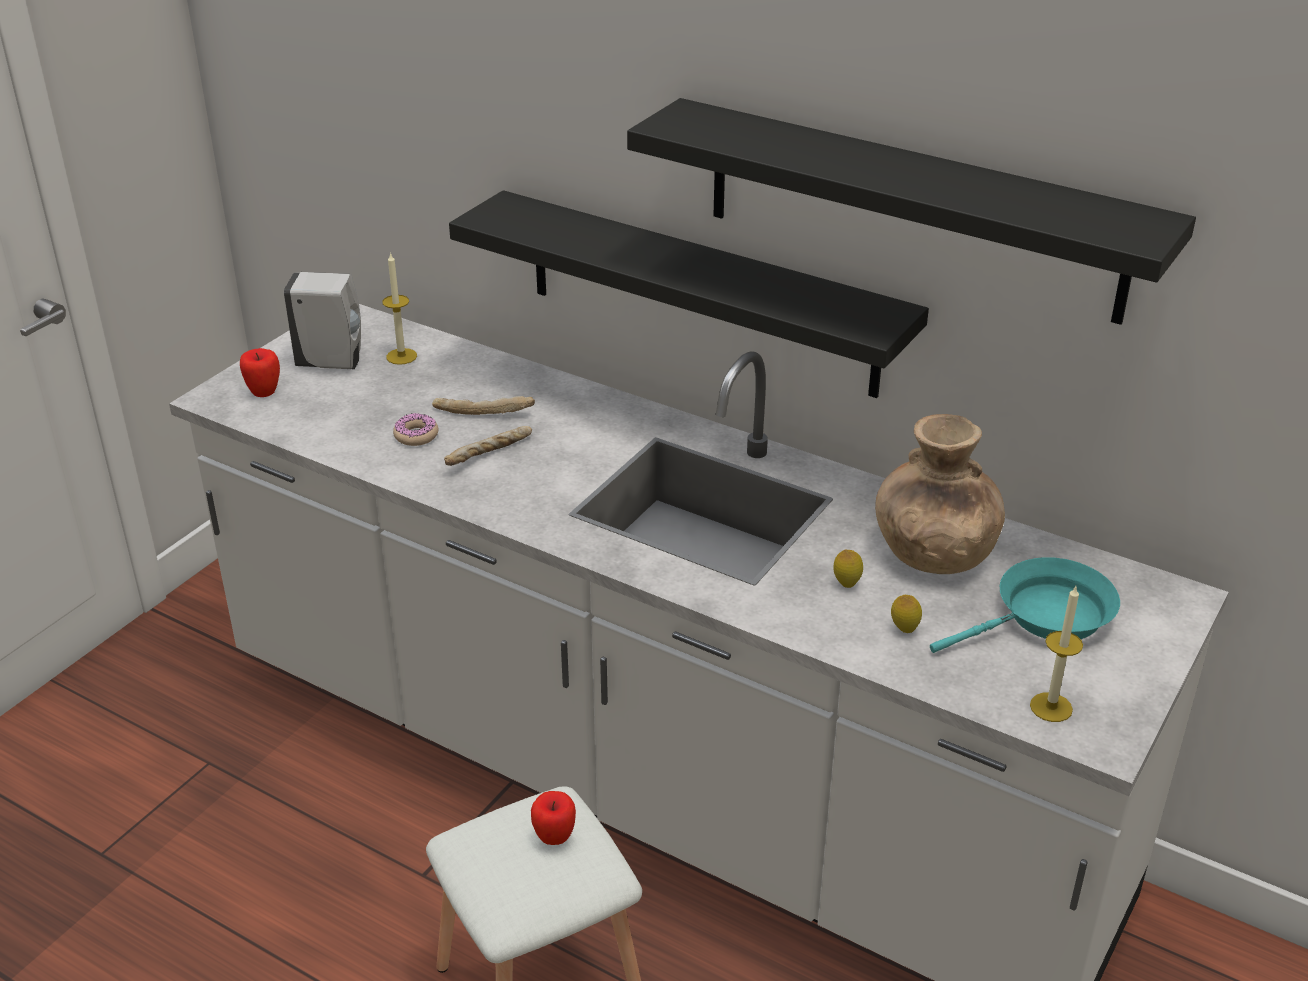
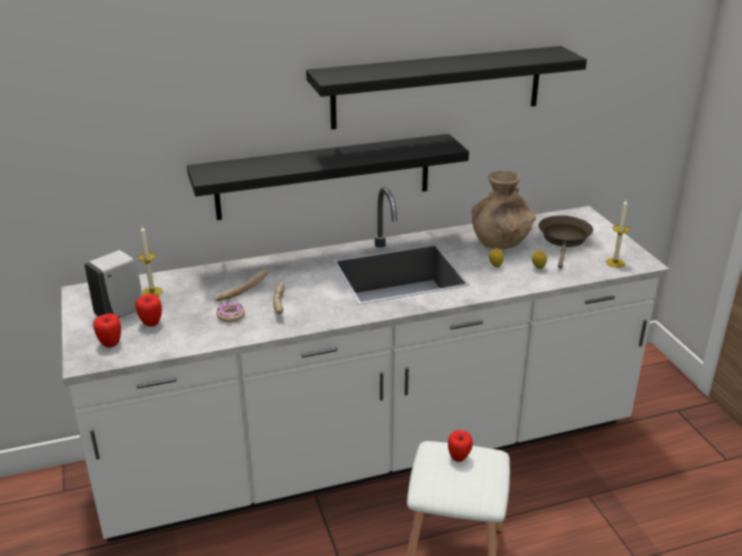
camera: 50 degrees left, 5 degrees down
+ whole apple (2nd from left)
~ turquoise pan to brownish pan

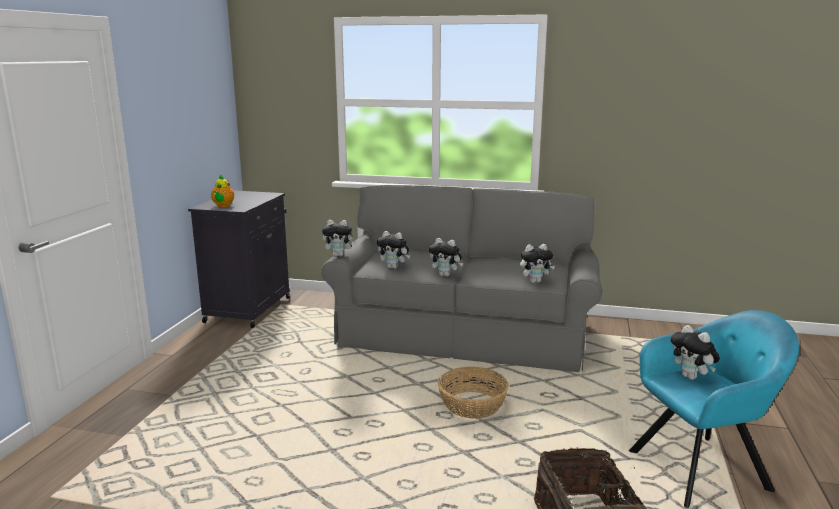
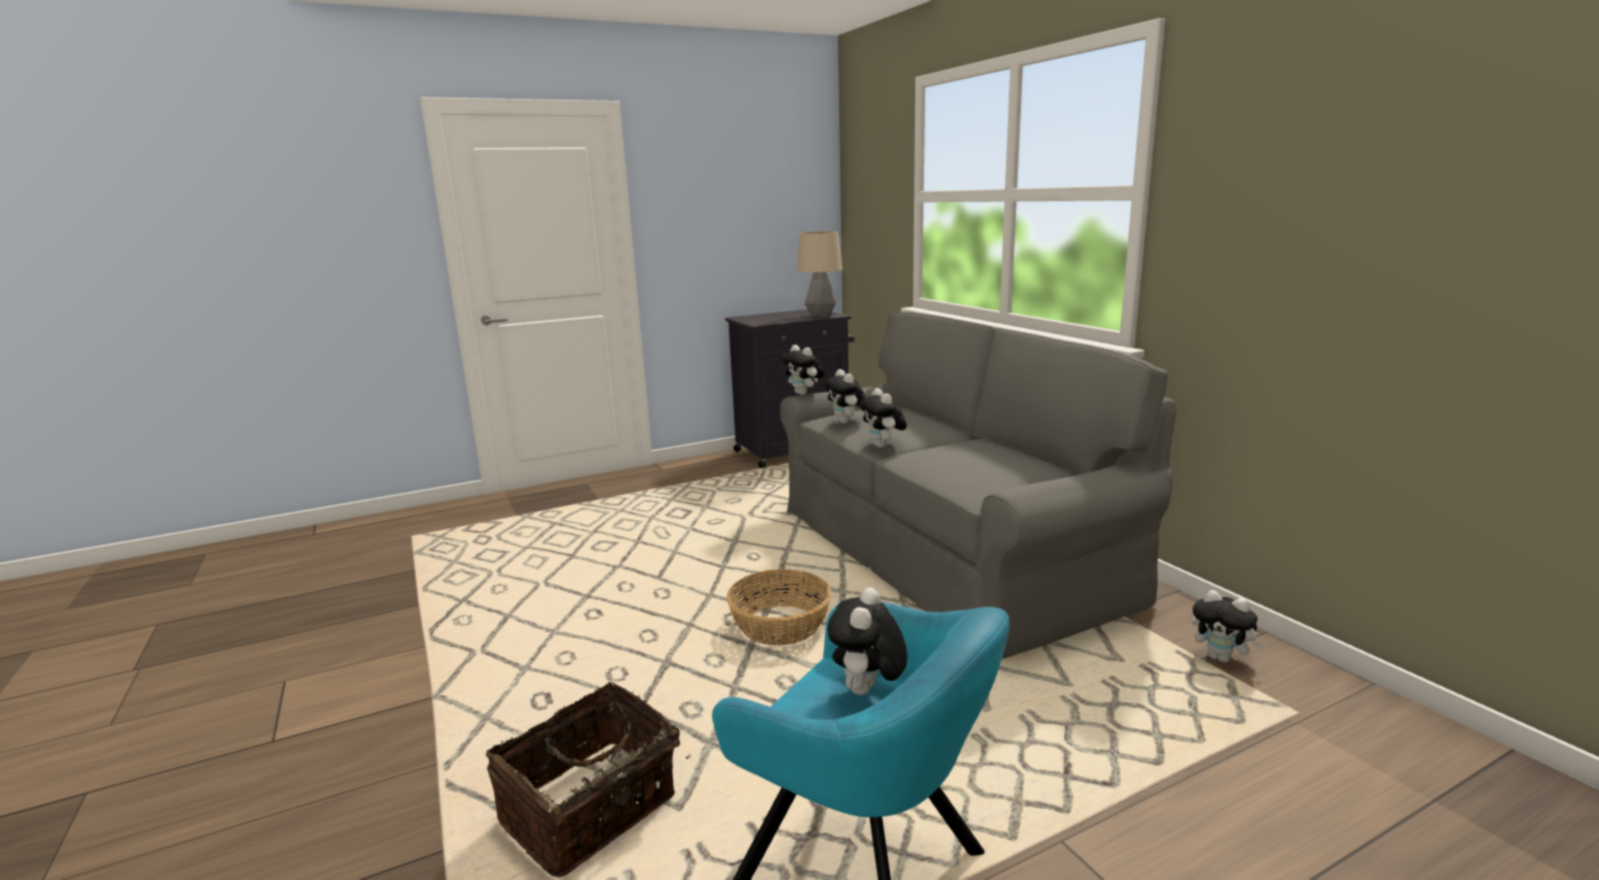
camera: 50 degrees right, 0 degrees up
+ lamp for a table
~ cuddly toy (4th from left in the first image) to cuddly toy (5th from left)
- teapot

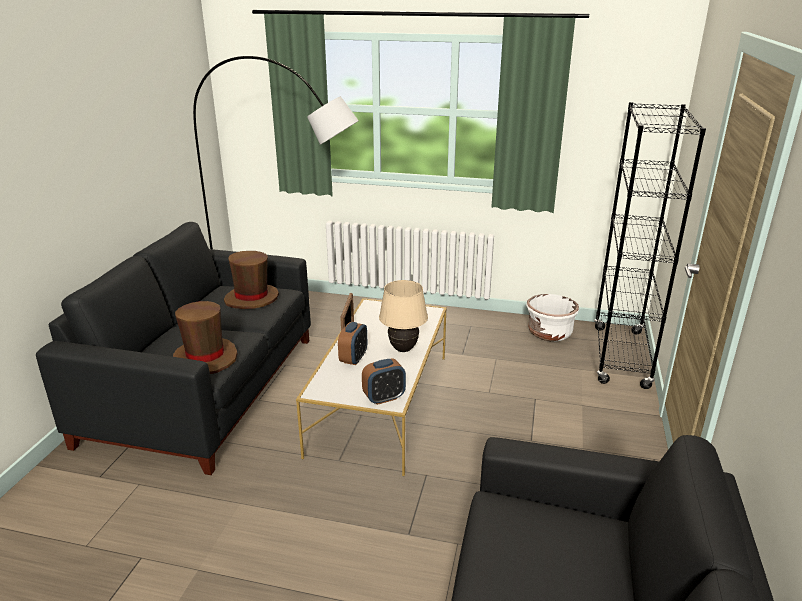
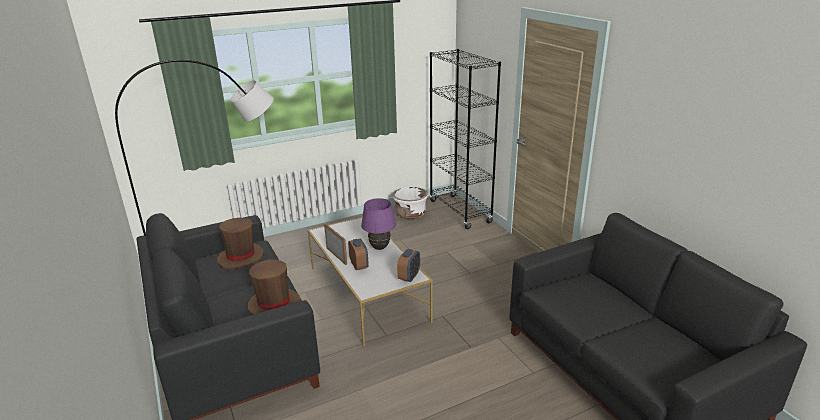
camera: 40 degrees left, 0 degrees up
~ beige-coloured lamp for a table to purple-coloured lamp for a table

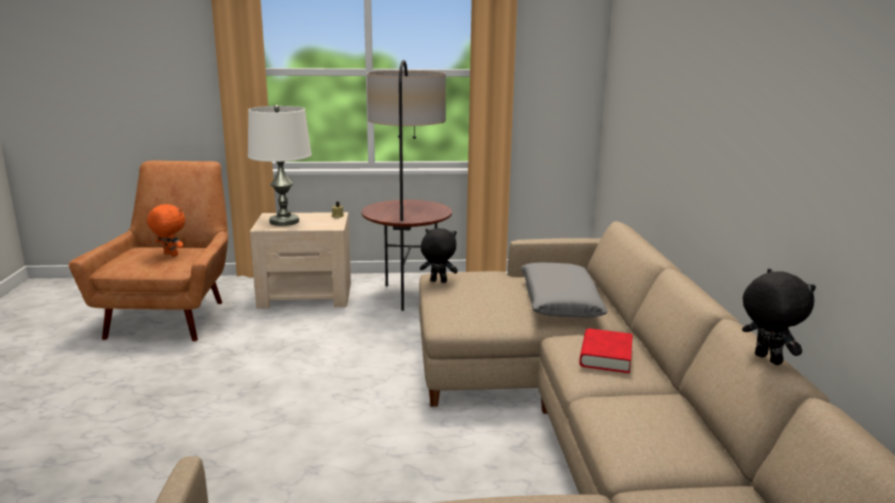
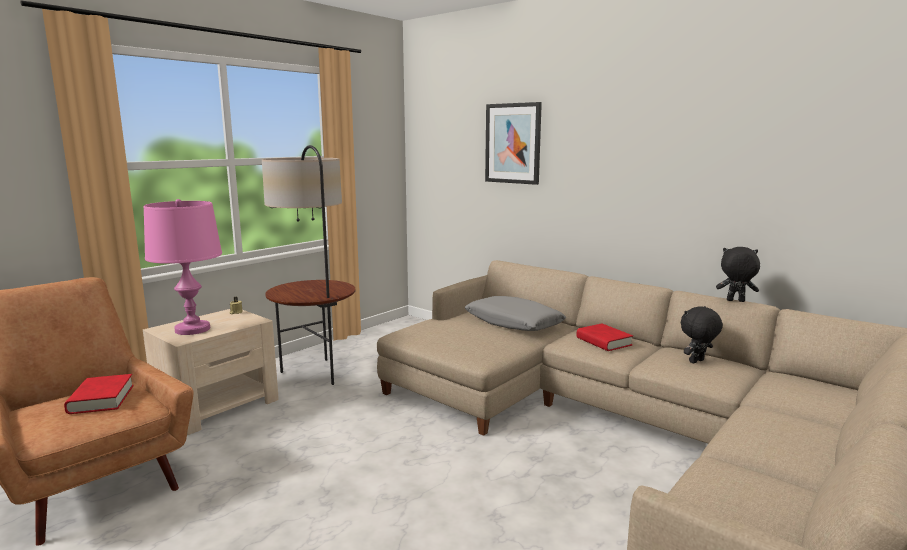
camera: 45 degrees left, 5 degrees down
~ orangey cuddly toy to red book (1st from left)
~ whitish lamp for a table to pink lamp for a table
+ wall picture
~ blackish cuddly toy (1st from left)

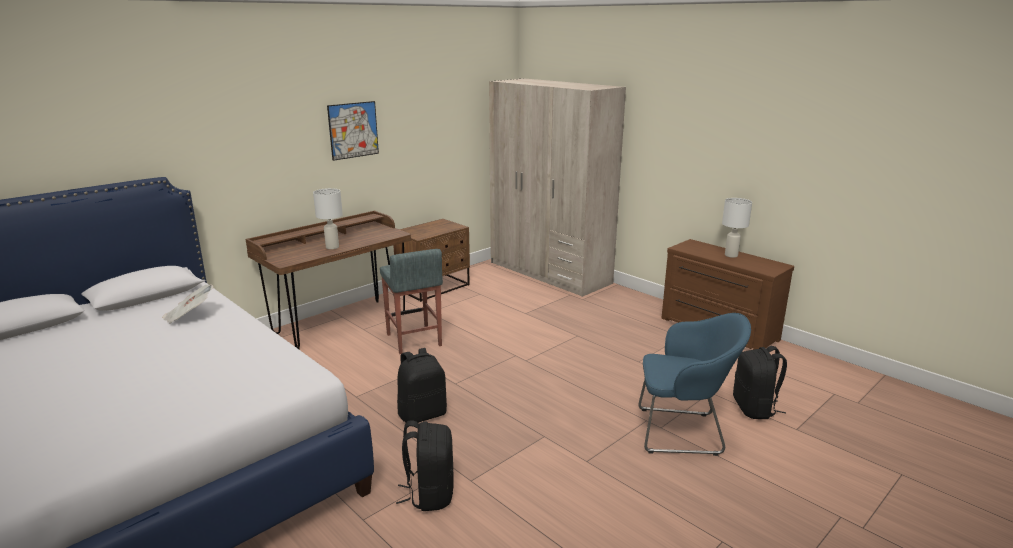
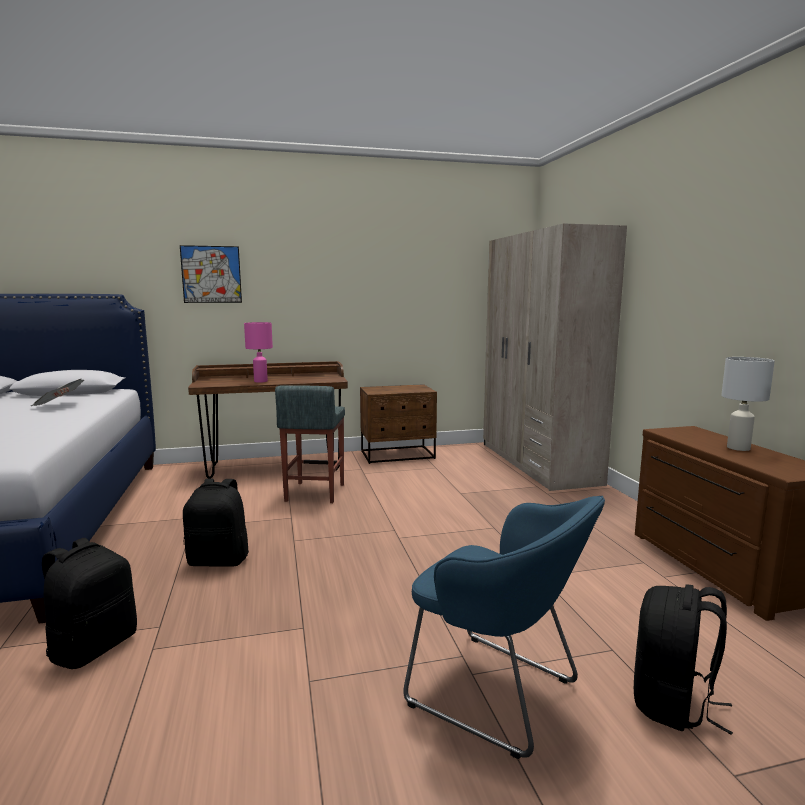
camera: 30 degrees right, 10 degrees down
~ wall picture
~ whitish lamp for a table (1st from left) to pink lamp for a table

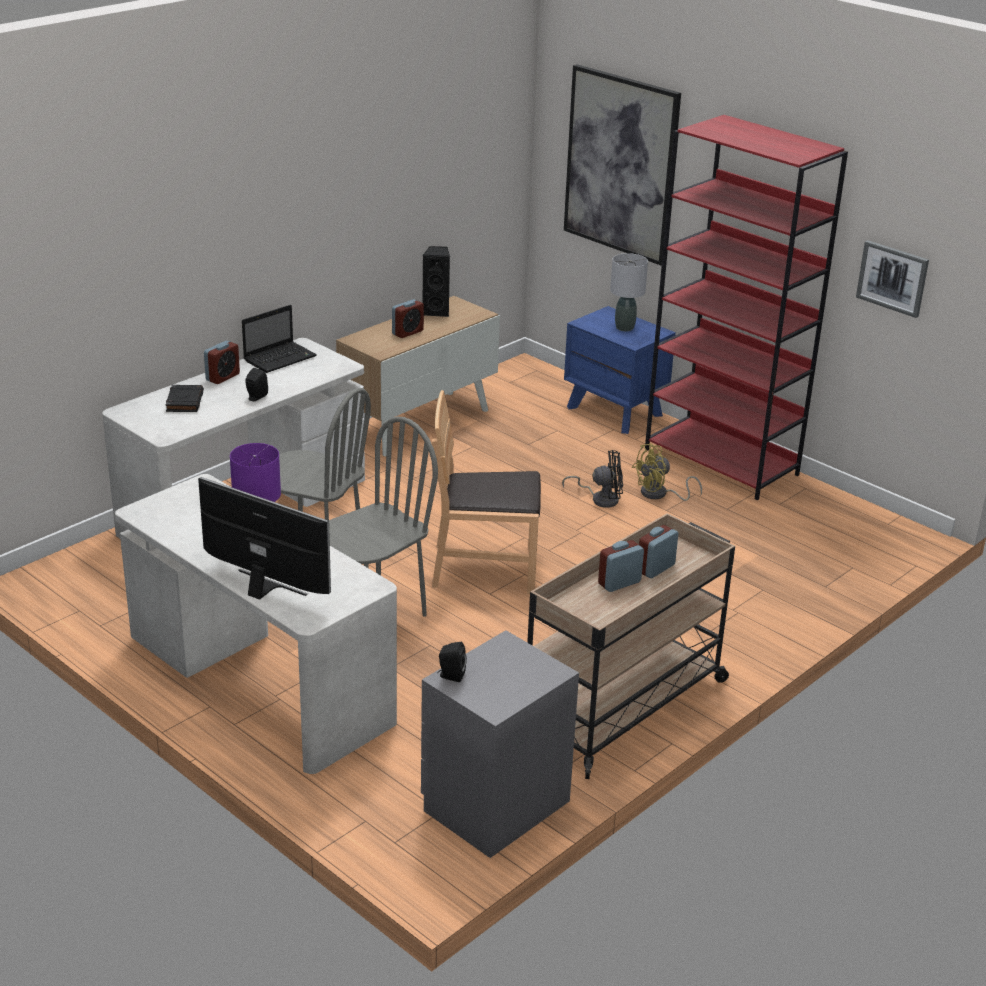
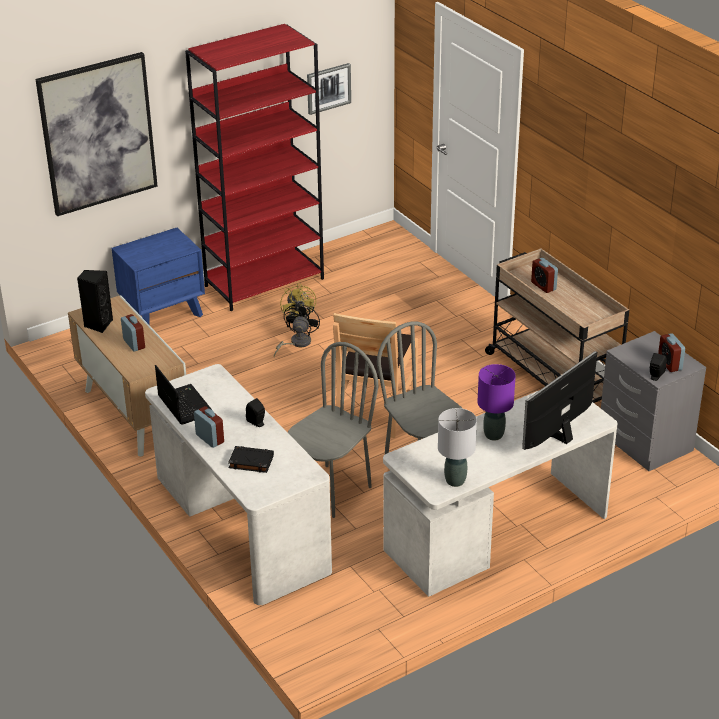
camera: 75 degrees left, 5 degrees up
~ grey lamp for a table
~ table clock (3rd from left in the first image) to table clock (4th from left)

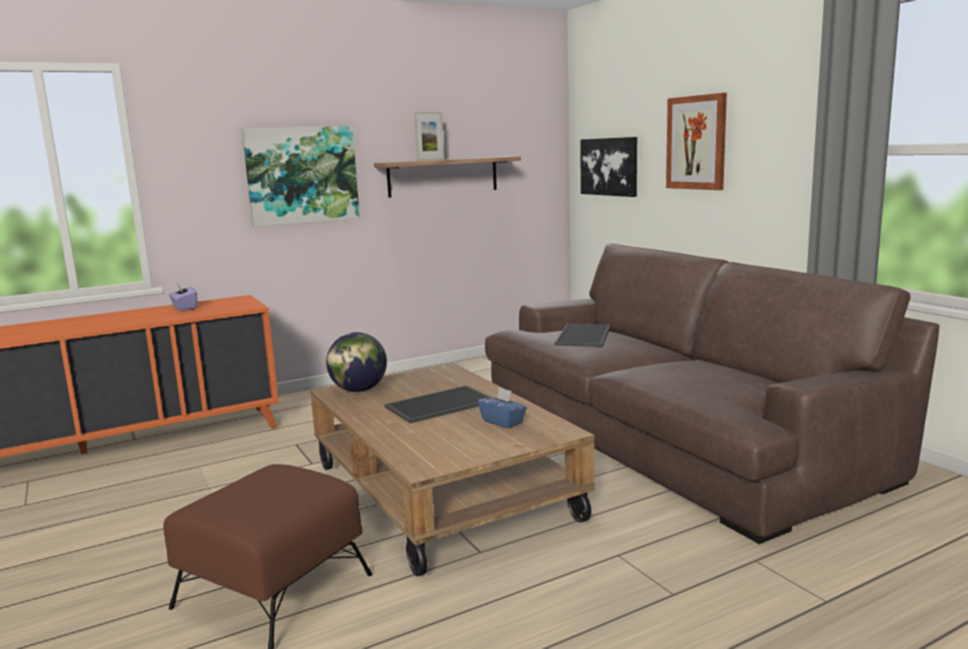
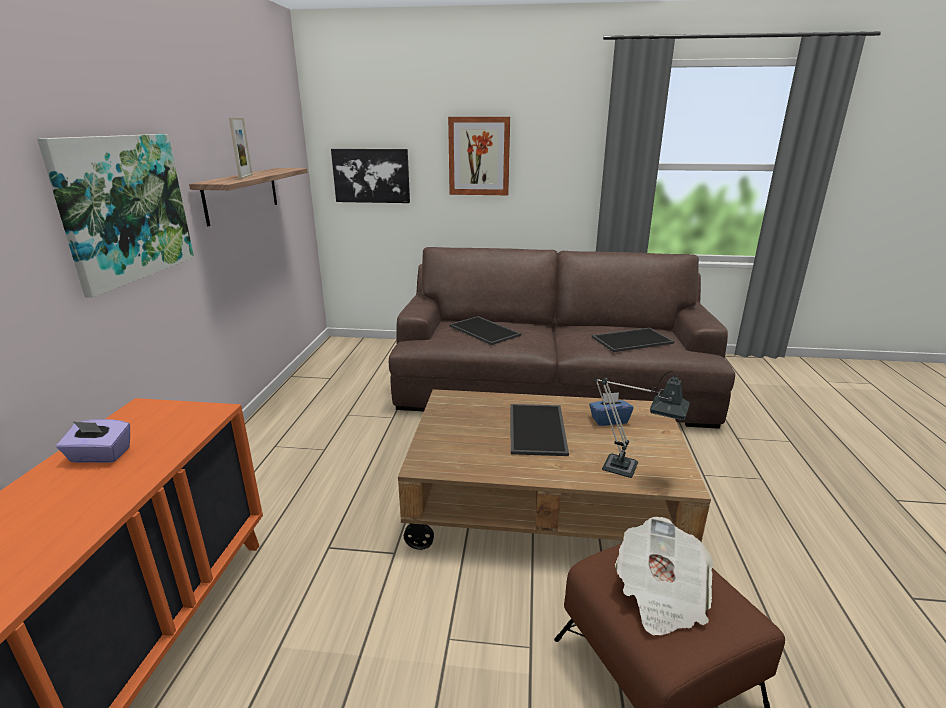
camera: 55 degrees left, 10 degrees up
+ tray (3rd from left)
+ lamp for a table
+ printed paper
- desk globe

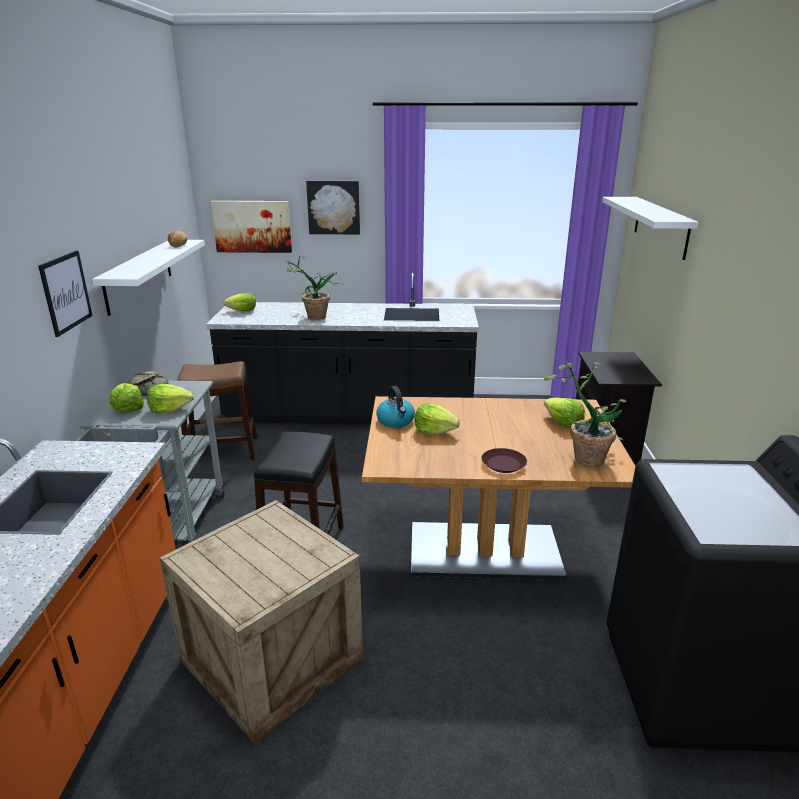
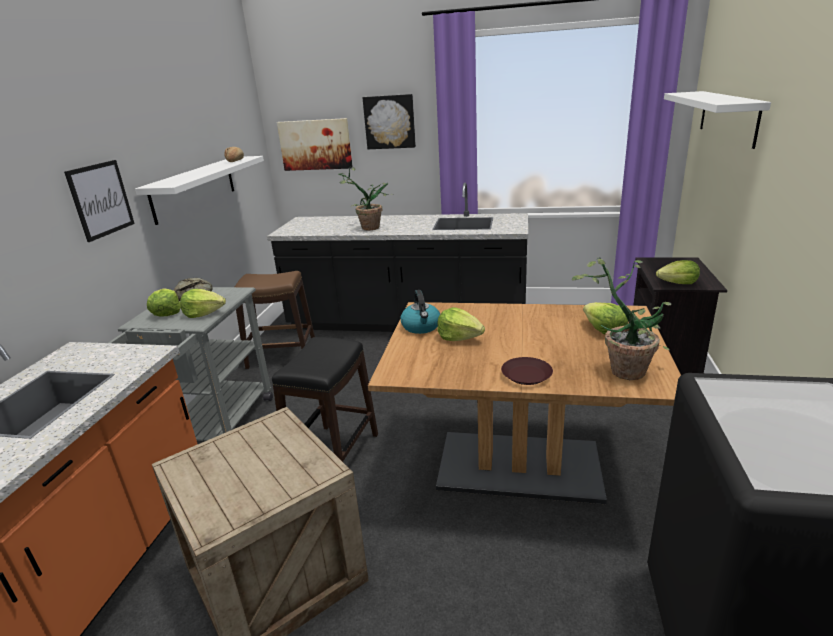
camera: 10 degrees right, 0 degrees up
~ lettuce (3rd from left in the first image) to lettuce (5th from left)

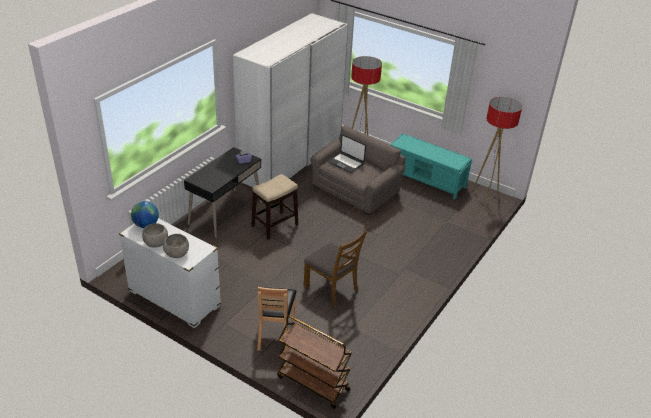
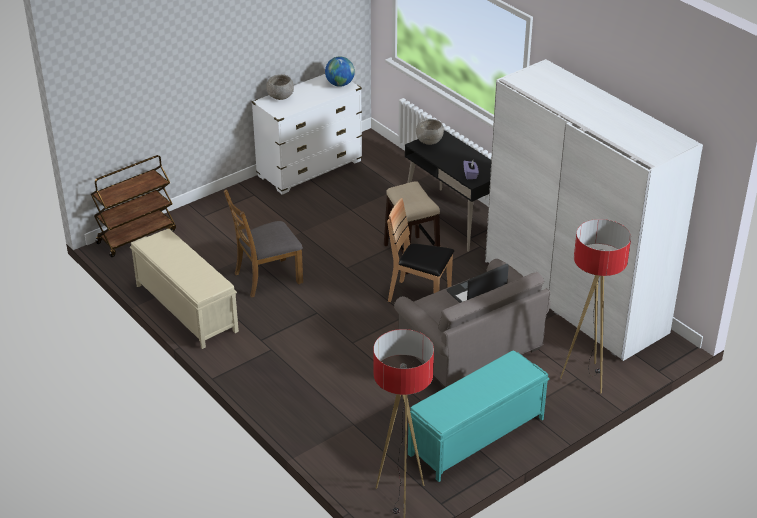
camera: 110 degrees right, 0 degrees up
+ beige-coloured bench
~ brownish chair (1st from left in the first image) to brownish chair (2nd from left)
~ grey bowl (1st from left in the first image) to grey bowl (2nd from left)

